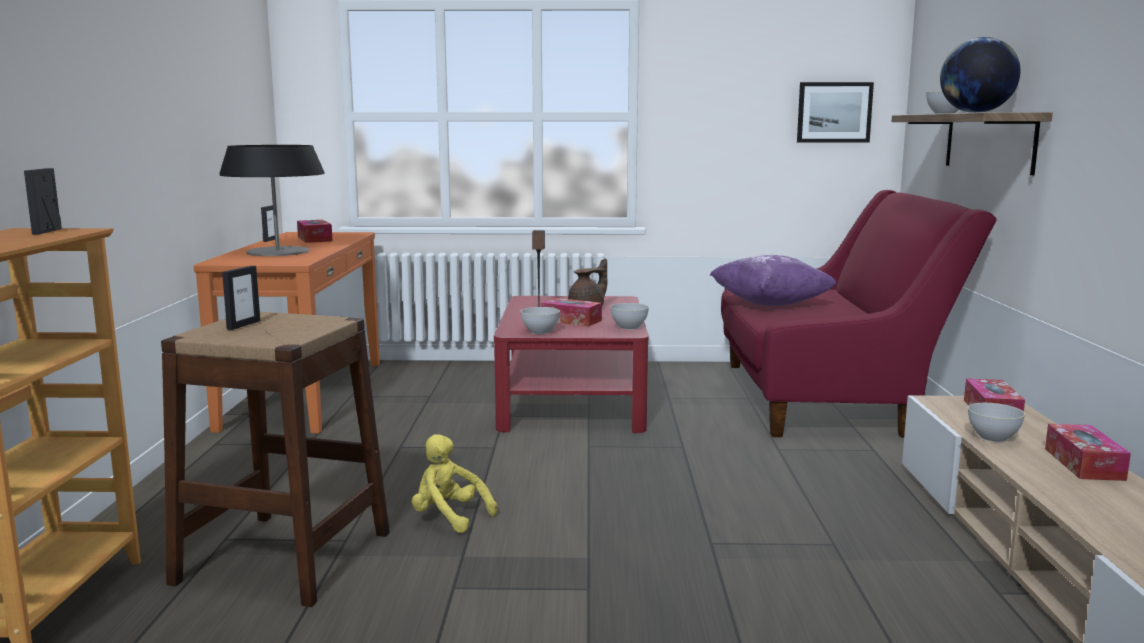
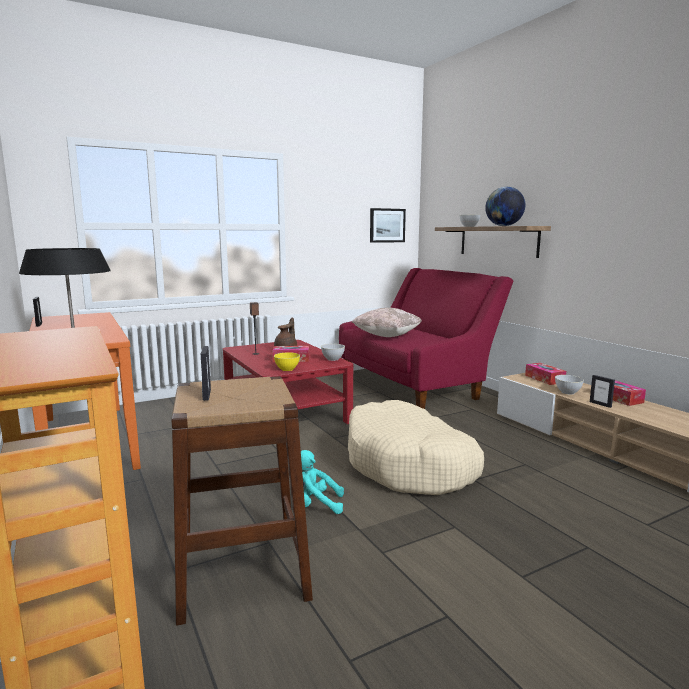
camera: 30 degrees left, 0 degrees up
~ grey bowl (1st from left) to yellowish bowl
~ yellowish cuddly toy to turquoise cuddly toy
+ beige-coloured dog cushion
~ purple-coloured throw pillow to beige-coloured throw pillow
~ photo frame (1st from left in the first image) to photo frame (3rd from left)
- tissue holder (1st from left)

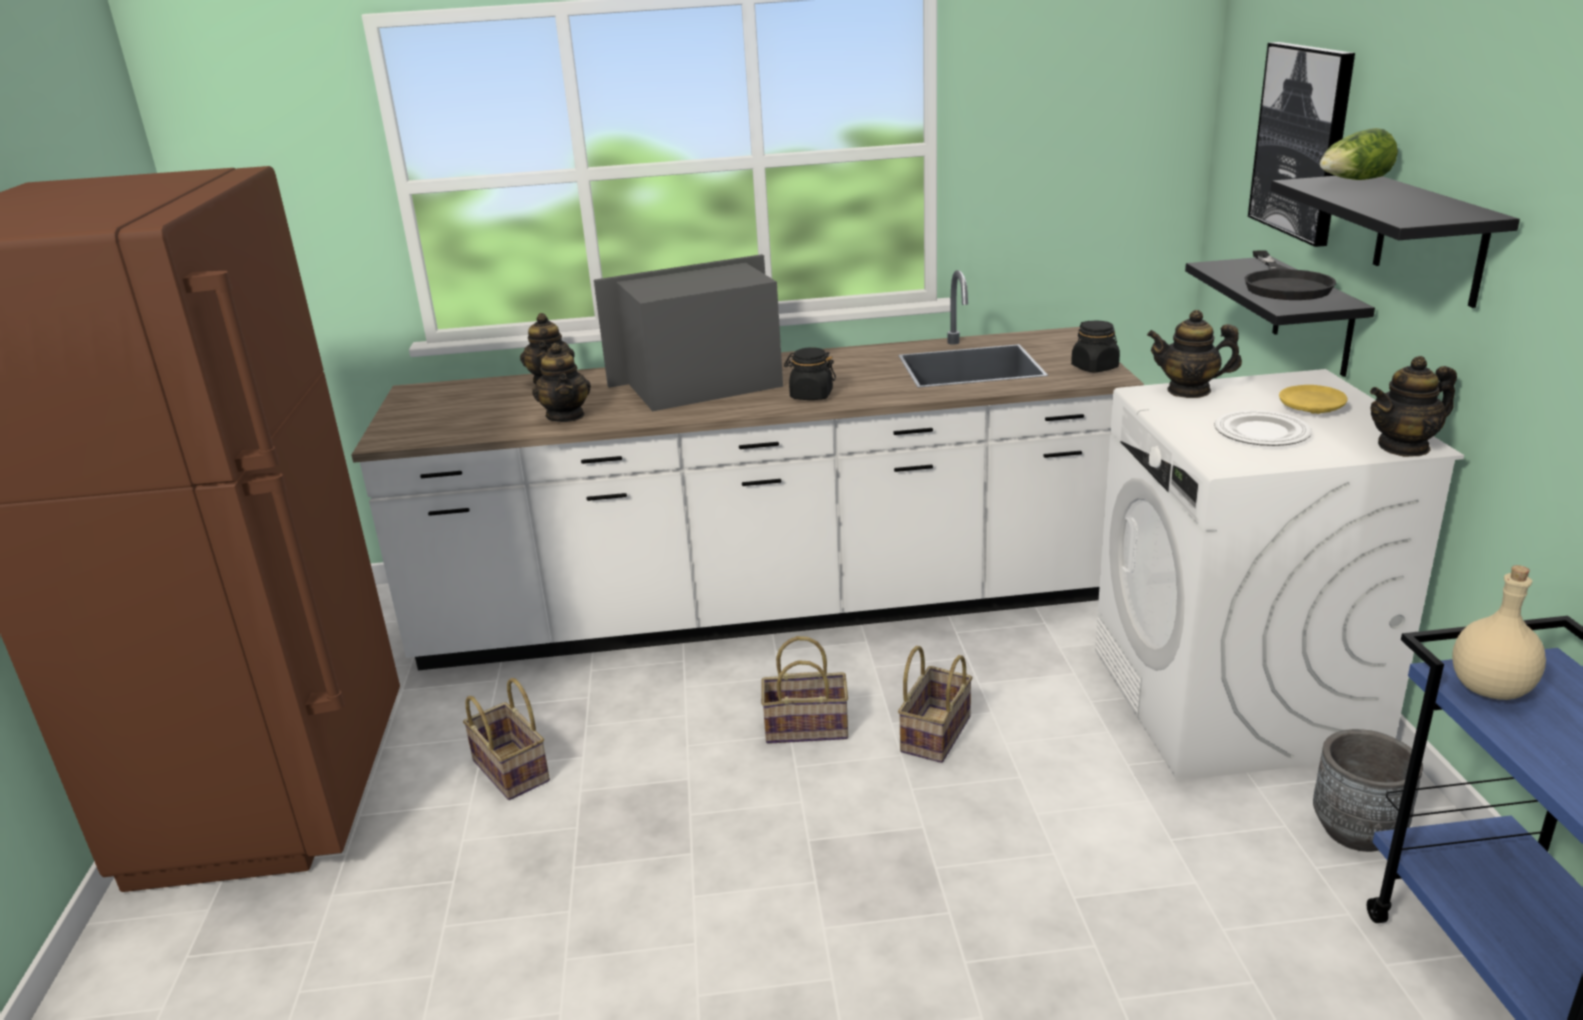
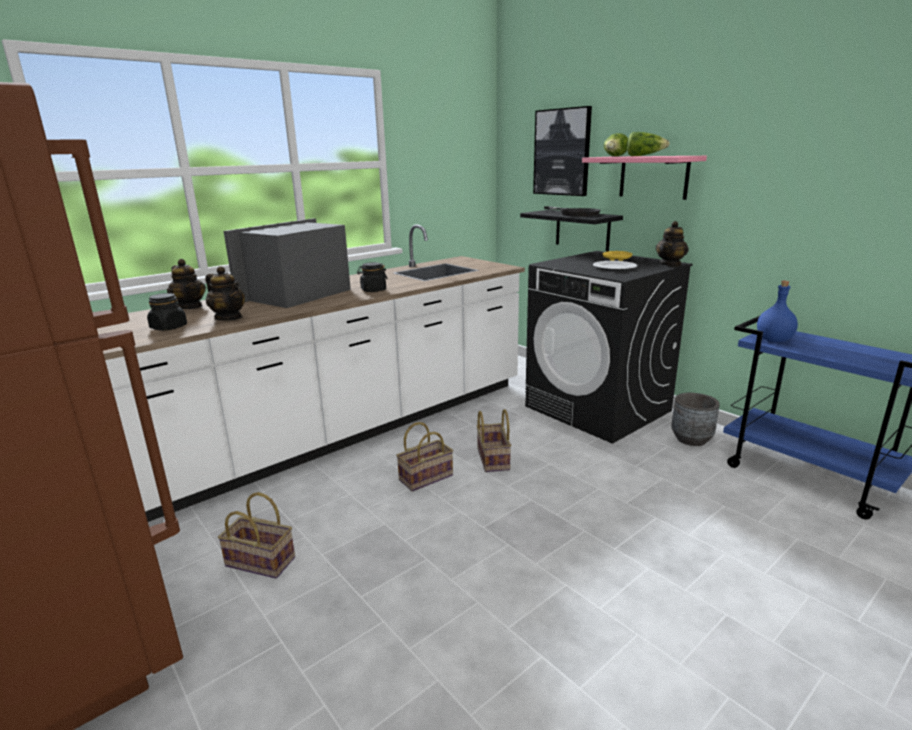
camera: 35 degrees left, 5 degrees down
~ blackish jar (2nd from left in the first image) to blackish jar (1st from left)
~ whitish washing machine to blackish washing machine
~ blackish shelf (2nd from left) to pink shelf
+ lettuce (2nd from left)
~ beige-coloured bottle to bluish bottle
- teapot (3rd from left)

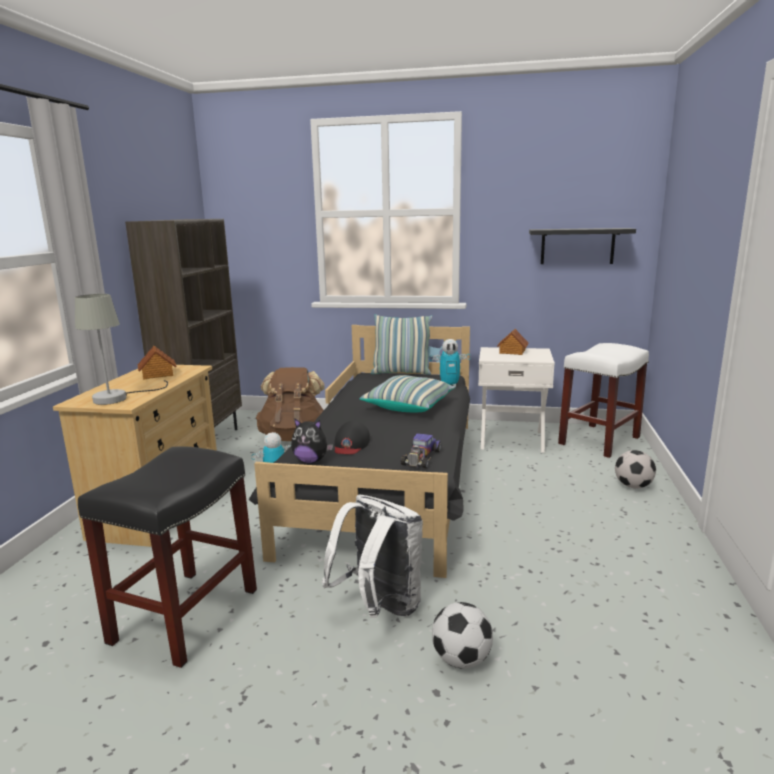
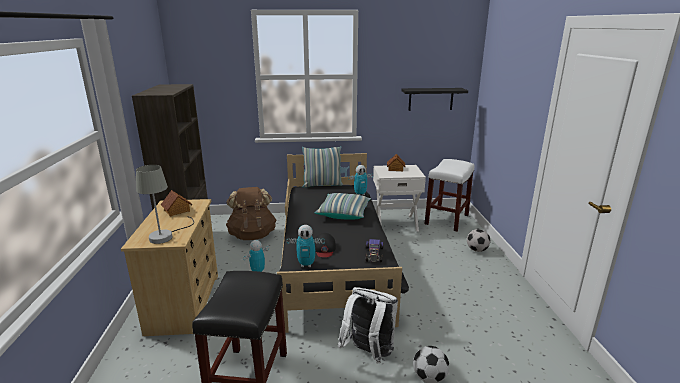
camera: 15 degrees left, 5 degrees up
~ cuddly toy to robot figure (2nd from left)

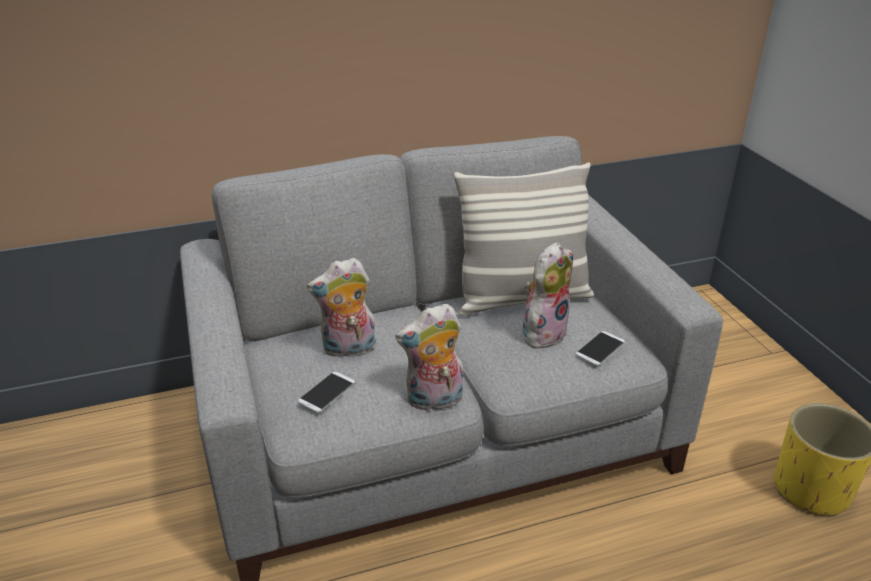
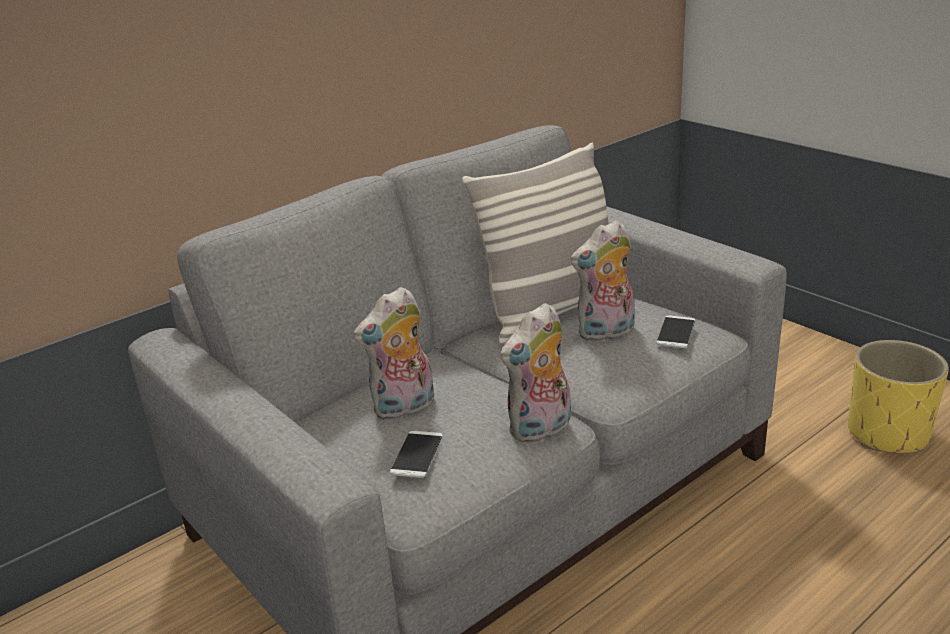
camera: 20 degrees left, 5 degrees down
~ cuddly toy (3rd from left) 135 degrees counterclockwise

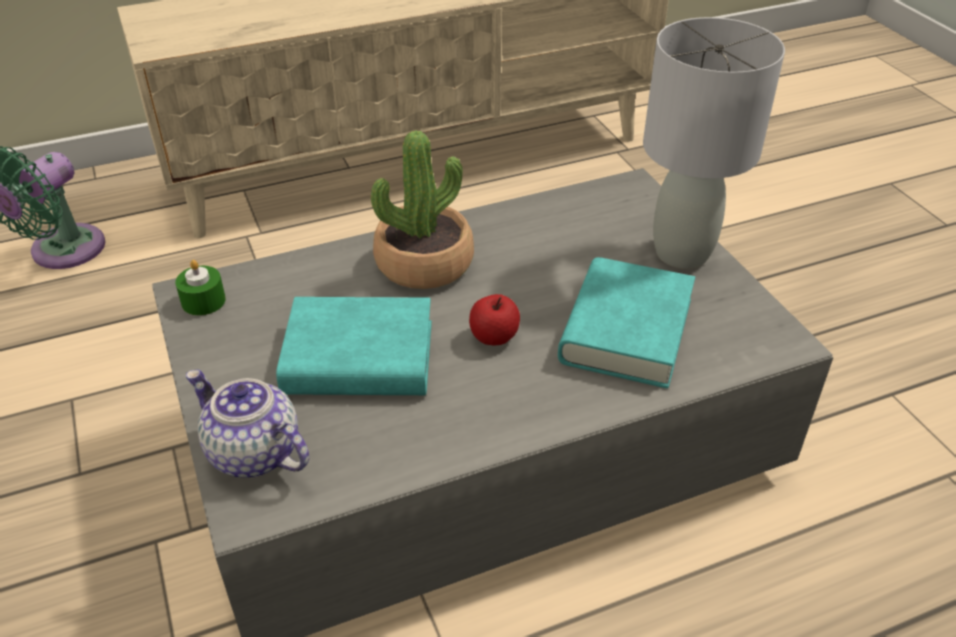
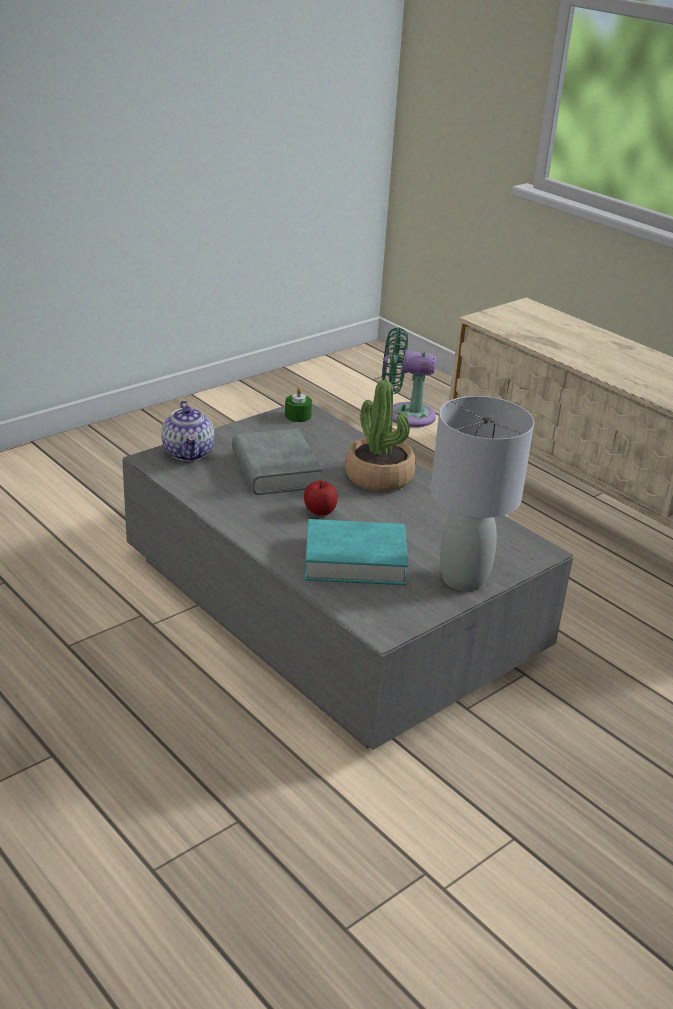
camera: 70 degrees right, 10 degrees down
~ teapot 150 degrees clockwise
~ turquoise book (1st from left) to grey book

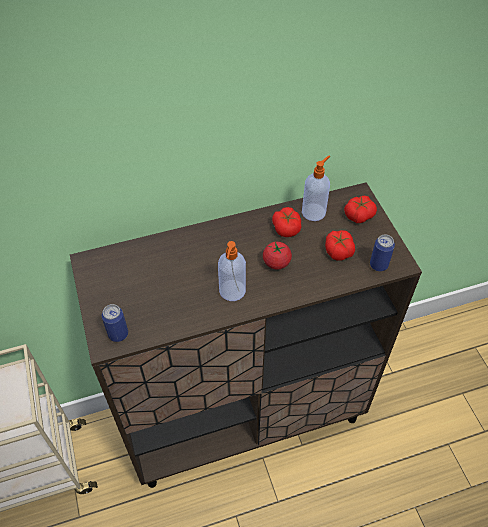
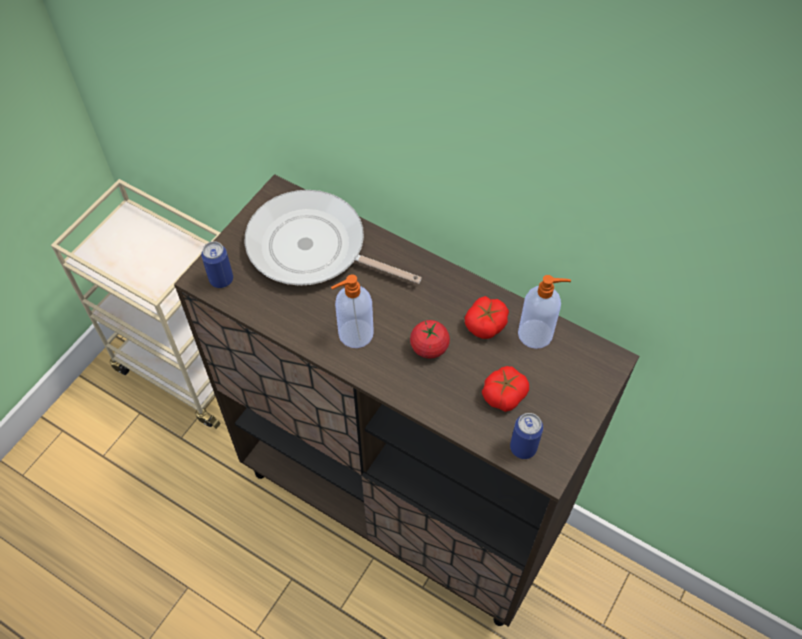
camera: 50 degrees right, 5 degrees up
+ pan
- fresh tomato (4th from left)

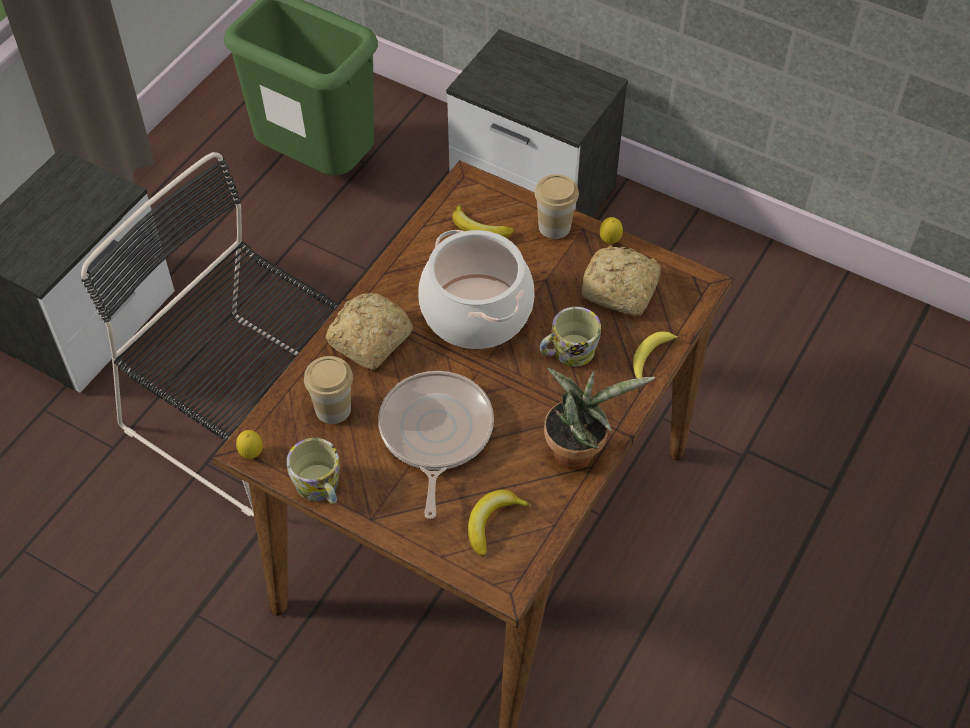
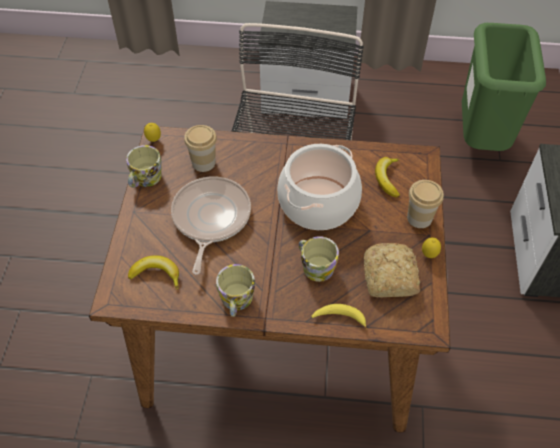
camera: 65 degrees right, 0 degrees up
~ pan 60 degrees counterclockwise
~ plant in a pot to mug (2nd from left)
- bakery bread (1st from left)

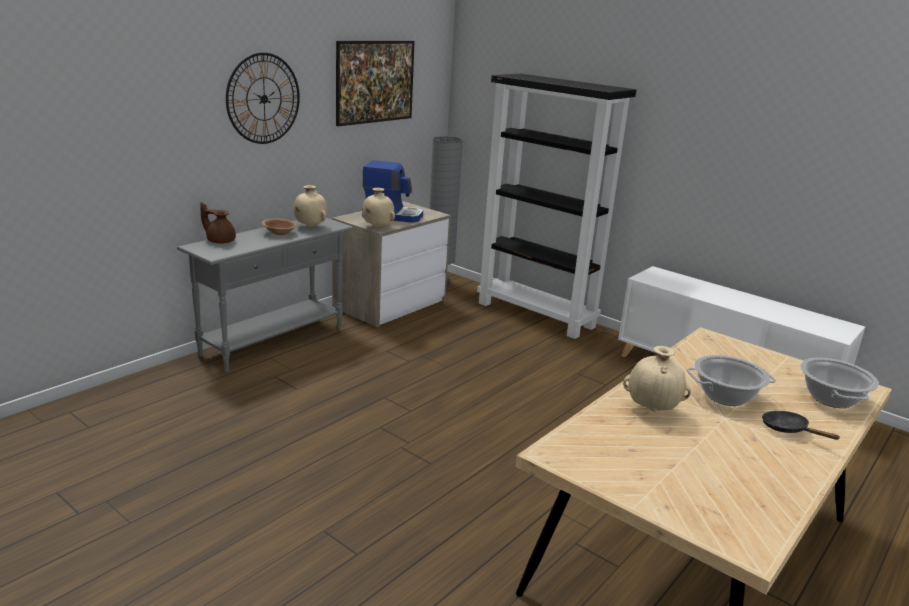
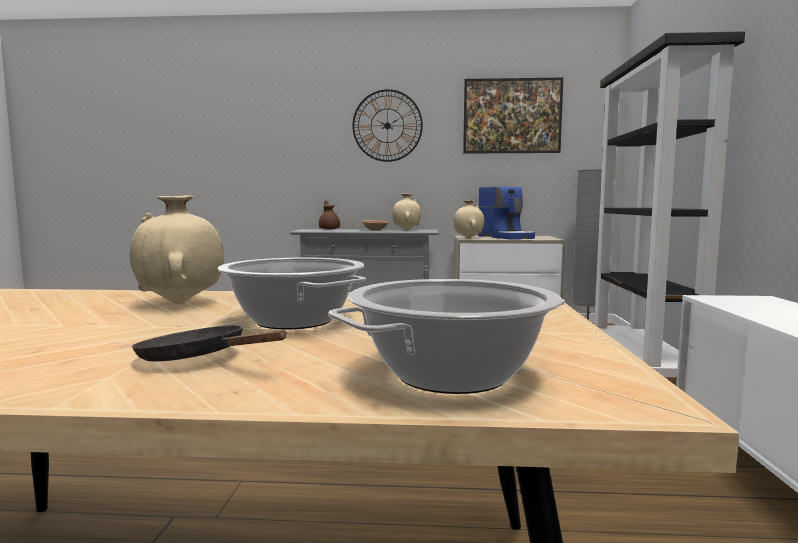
camera: 55 degrees right, 15 degrees down
~ blackish pan 75 degrees counterclockwise

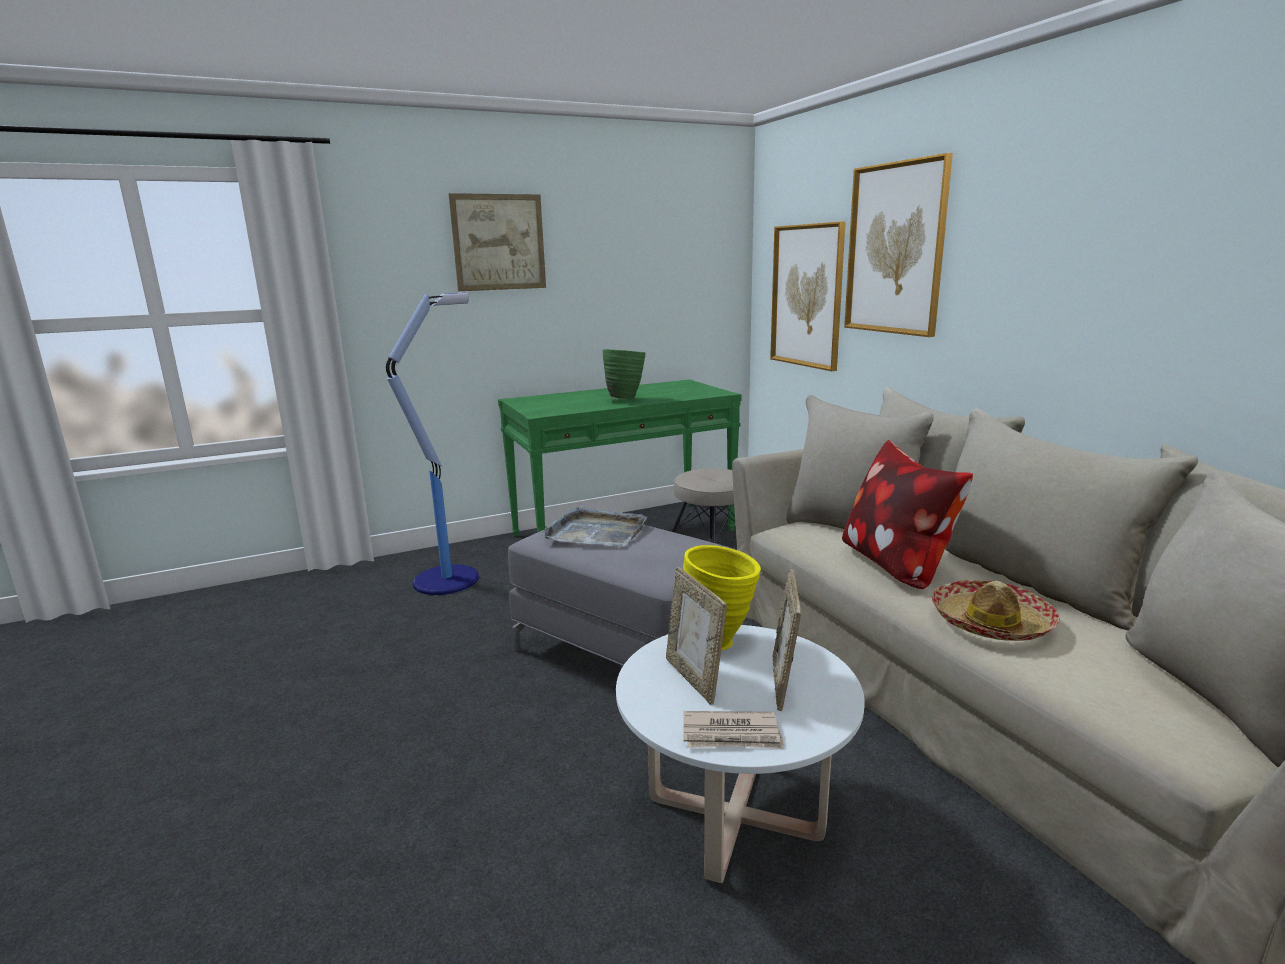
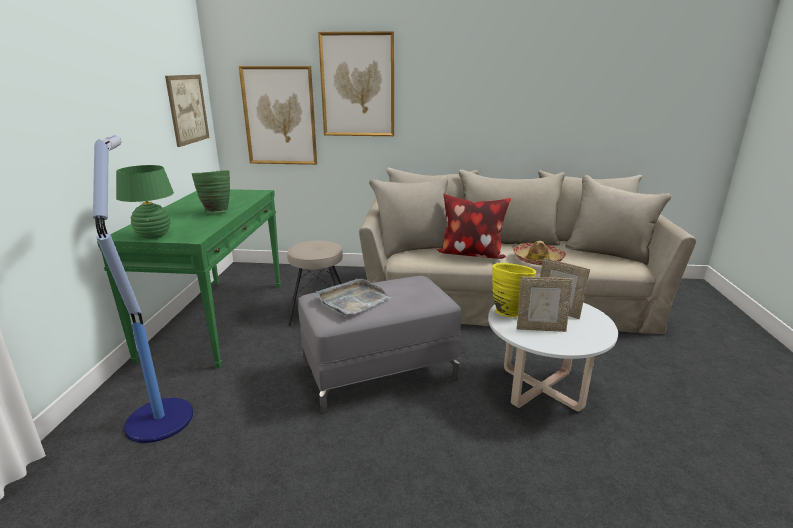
camera: 60 degrees left, 5 degrees up
+ greenish lamp for a table
~ wall picture (1st from left)
- printed paper

